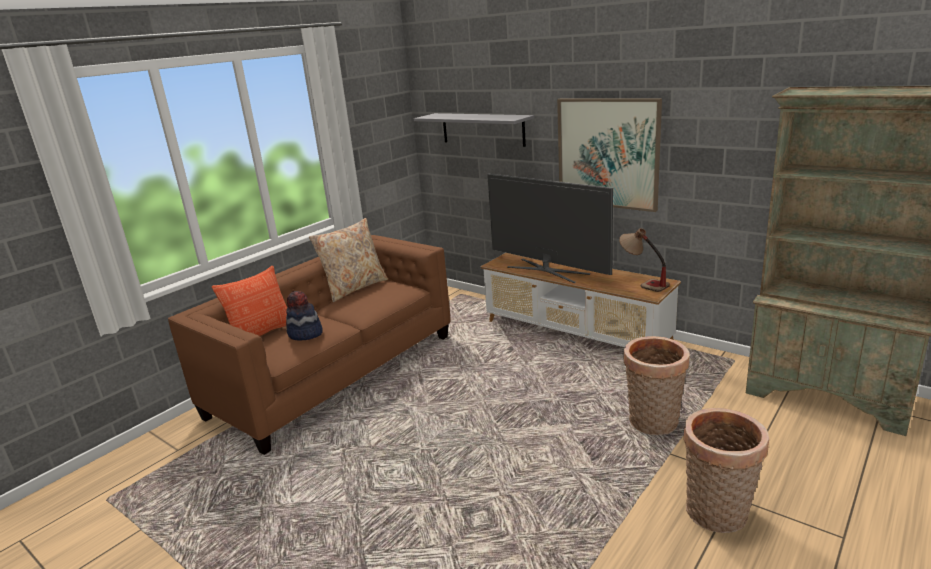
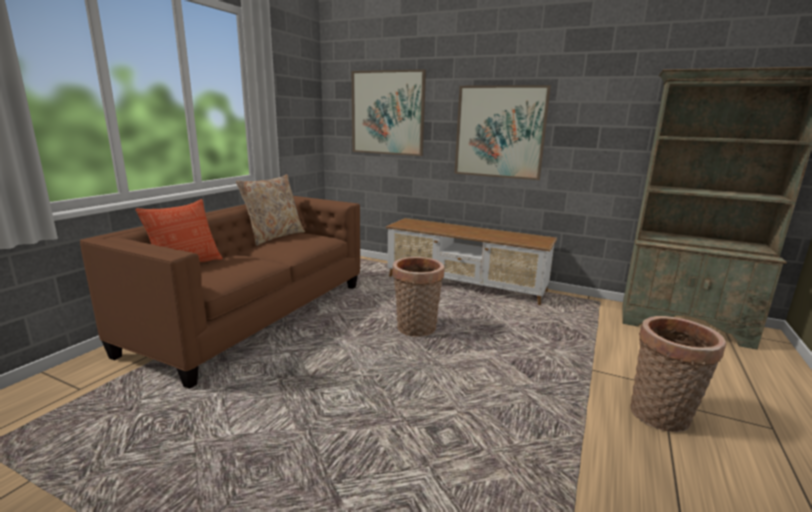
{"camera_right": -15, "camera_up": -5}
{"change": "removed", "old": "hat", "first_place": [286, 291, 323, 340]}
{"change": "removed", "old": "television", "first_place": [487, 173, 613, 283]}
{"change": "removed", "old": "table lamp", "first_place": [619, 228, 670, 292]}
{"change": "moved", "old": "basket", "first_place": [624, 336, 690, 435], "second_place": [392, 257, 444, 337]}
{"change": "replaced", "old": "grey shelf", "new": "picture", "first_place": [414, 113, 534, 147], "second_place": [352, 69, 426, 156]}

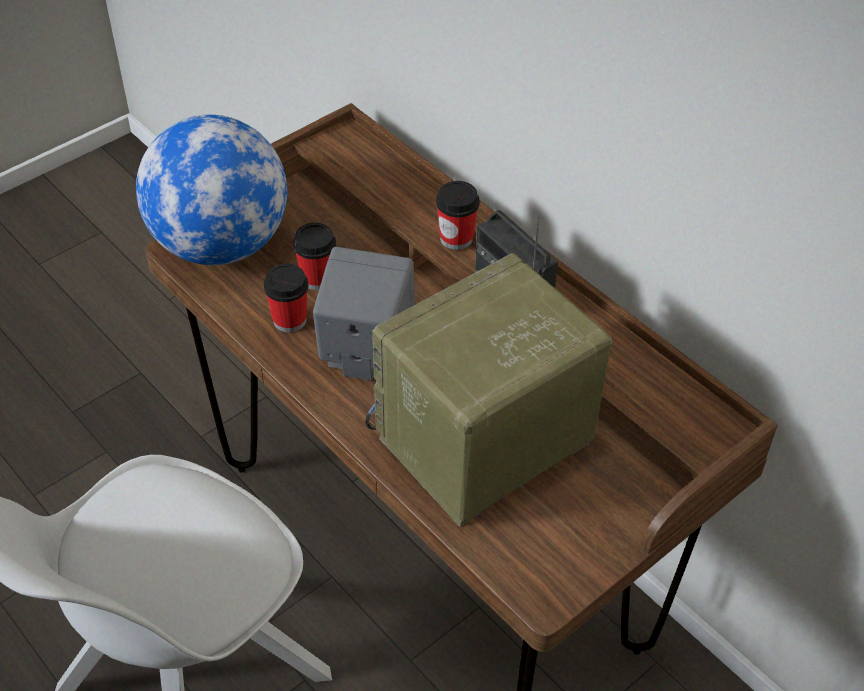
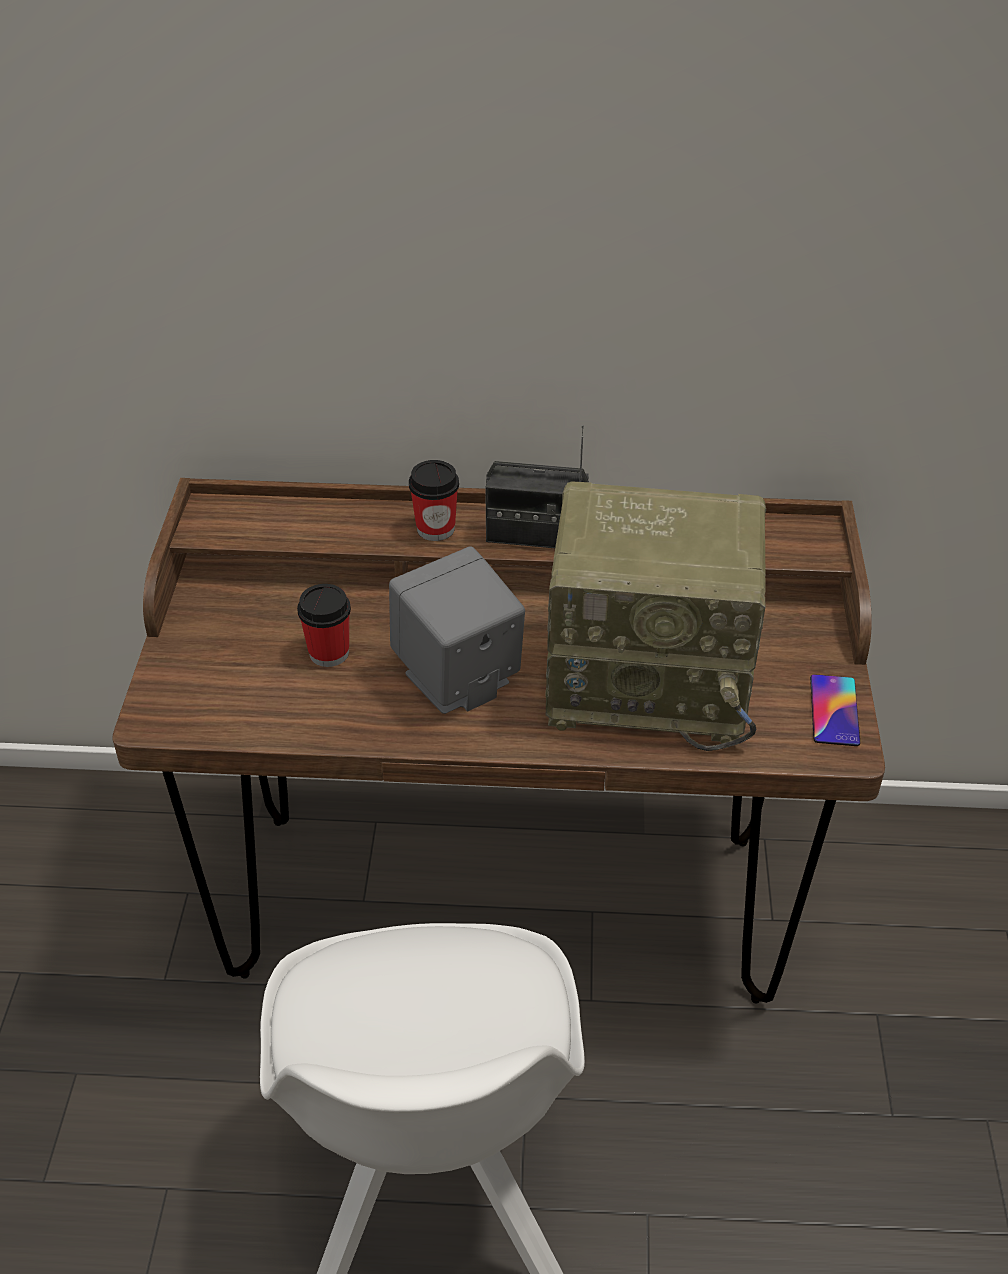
{"camera_right": -45, "camera_up": -5}
{"change": "removed", "old": "globe", "first_place": [136, 115, 287, 265]}
{"change": "removed", "old": "cup", "first_place": [264, 264, 309, 333]}
{"change": "added", "new": "phone", "second_place": [810, 674, 860, 746]}
{"change": "turned", "old": "radio", "first_place": [365, 253, 612, 527], "second_place": [546, 481, 766, 751], "degrees": -90}

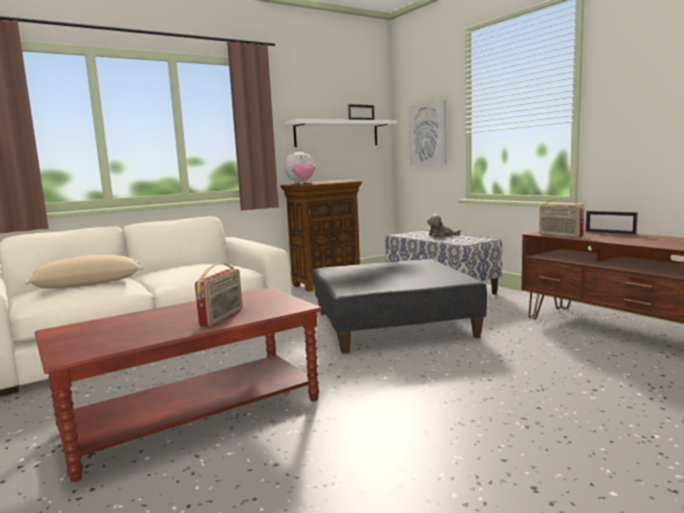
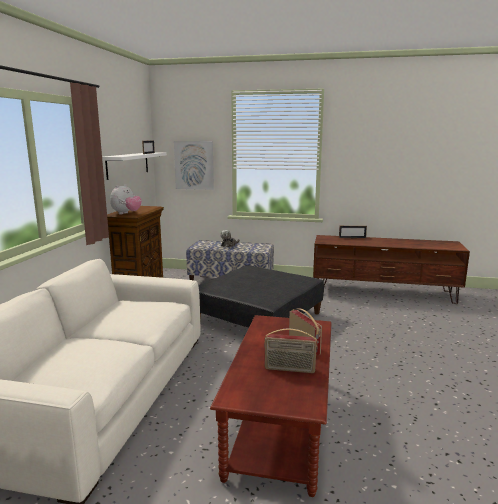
{"camera_right": -45, "camera_up": 5}
{"change": "removed", "old": "beige pillow", "first_place": [24, 255, 143, 288]}
{"change": "moved", "old": "radio", "first_place": [539, 199, 584, 238], "second_place": [264, 329, 317, 373]}

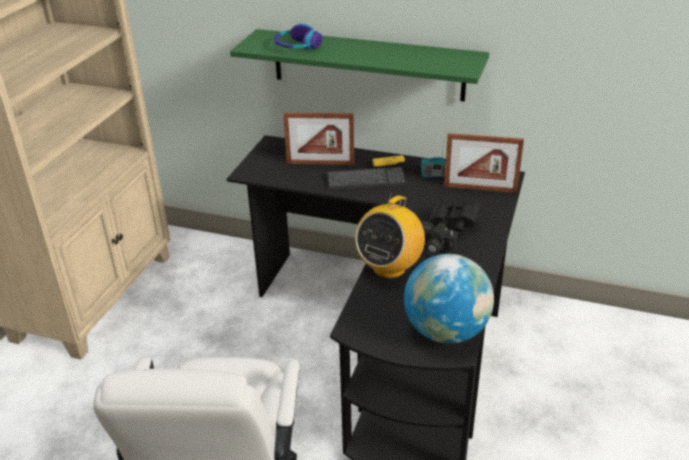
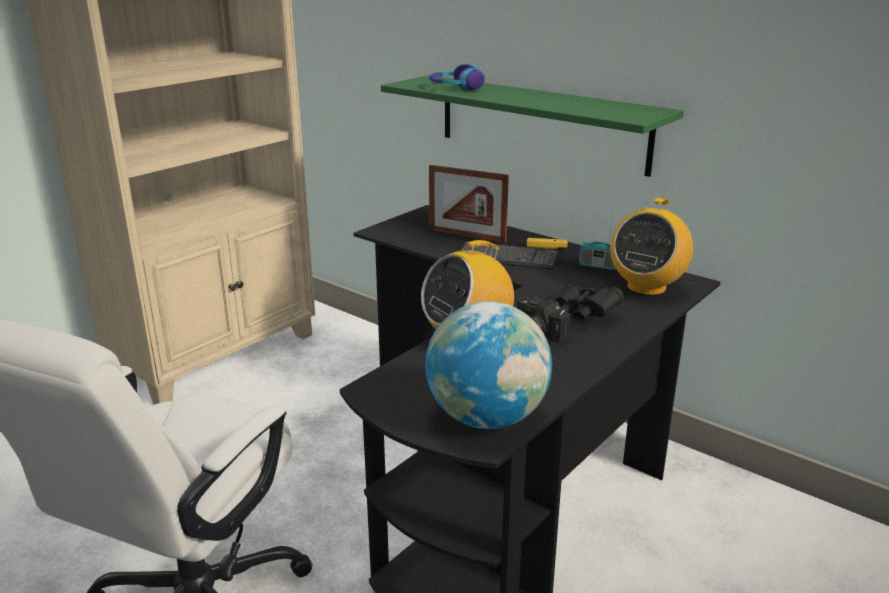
{"camera_right": 20, "camera_up": -10}
{"change": "replaced", "old": "picture frame", "new": "radio", "first_place": [444, 133, 524, 193], "second_place": [610, 198, 693, 296]}

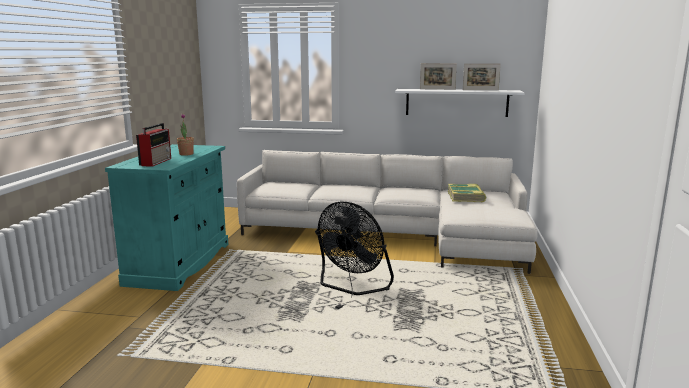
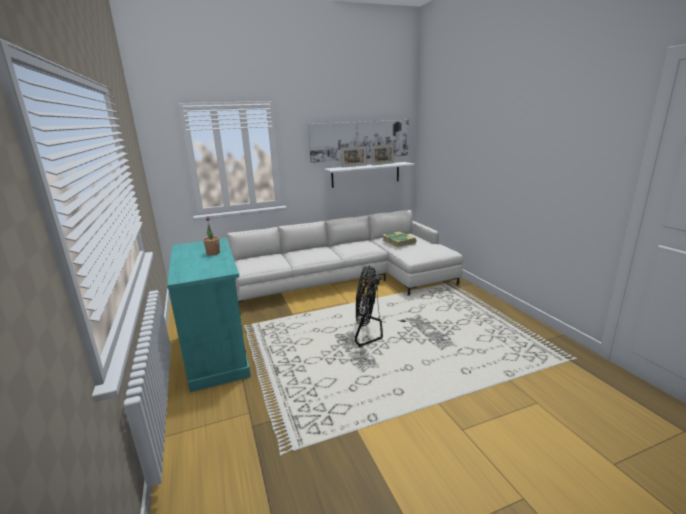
{"camera_right": -30, "camera_up": 5}
{"change": "removed", "old": "radio", "first_place": [136, 123, 171, 167]}
{"change": "added", "new": "picture", "second_place": [308, 120, 409, 163]}
{"change": "turned", "old": "black fan", "first_place": [315, 202, 394, 309], "second_place": [355, 266, 407, 347], "degrees": -90}

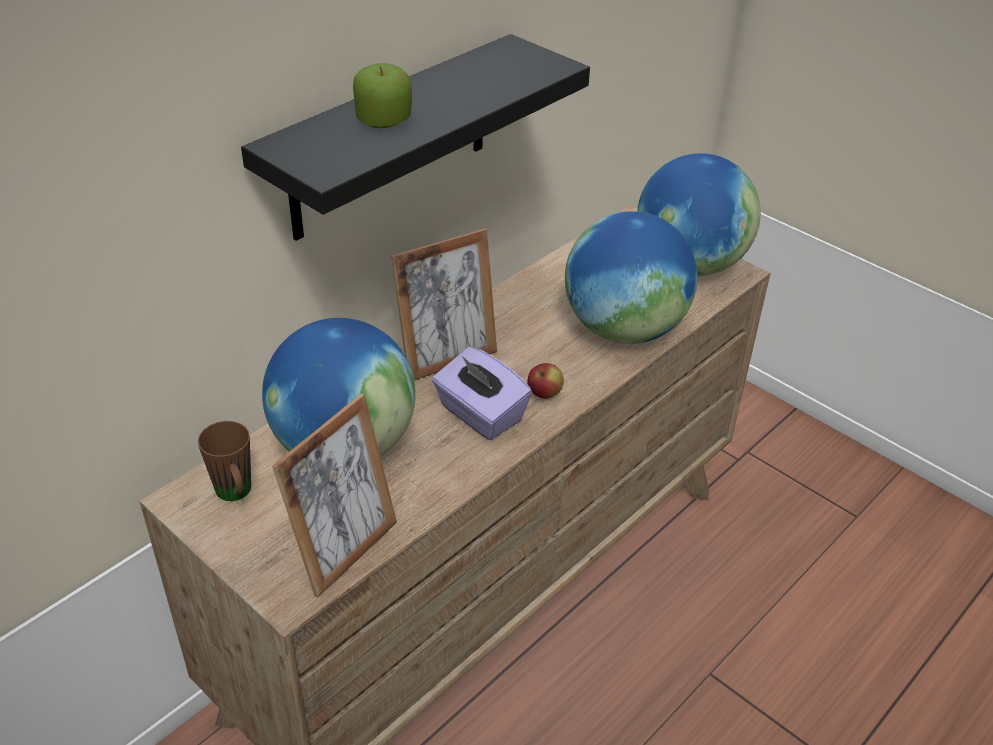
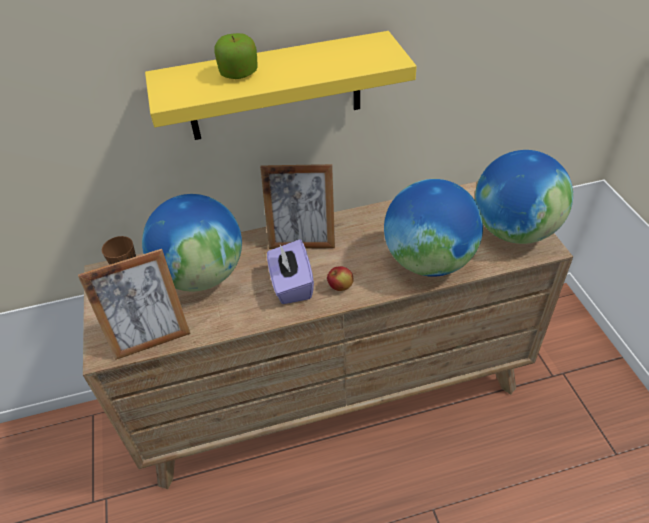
{"camera_right": 35, "camera_up": 5}
{"change": "recoloured", "old": "black shelf", "new": "yellow shelf", "first_place": [241, 34, 590, 241], "second_place": [145, 31, 417, 140]}

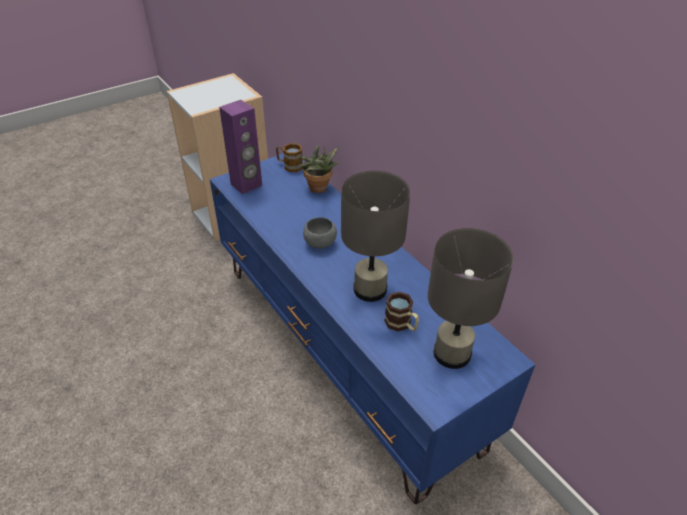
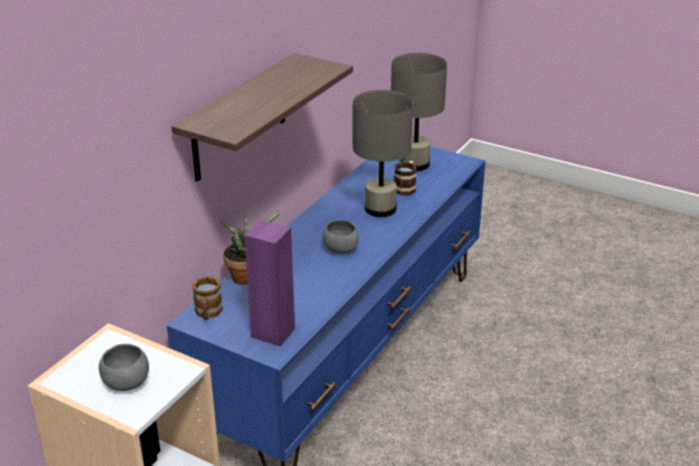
{"camera_right": -115, "camera_up": -10}
{"change": "added", "new": "grey bowl", "second_place": [99, 344, 149, 391]}
{"change": "added", "new": "shelf", "second_place": [172, 53, 353, 181]}

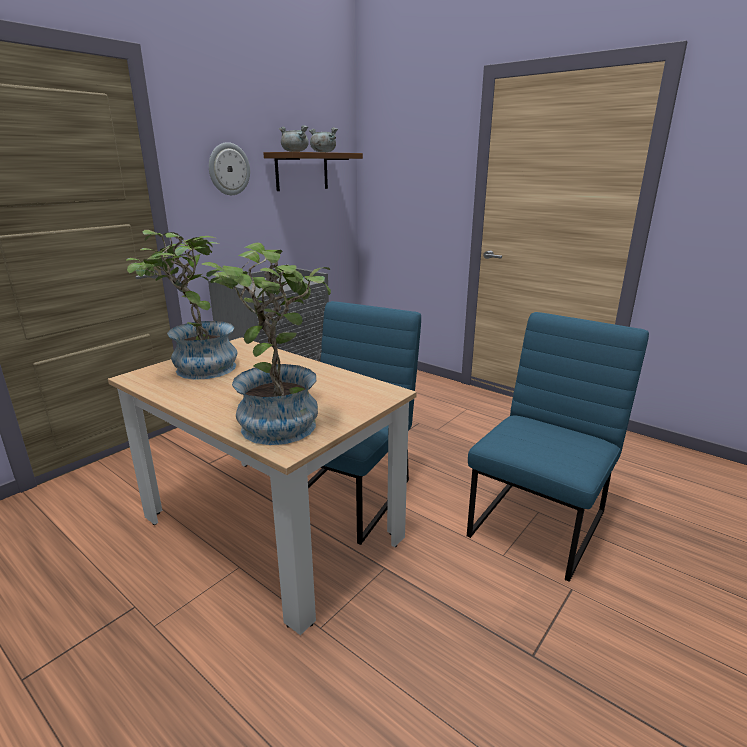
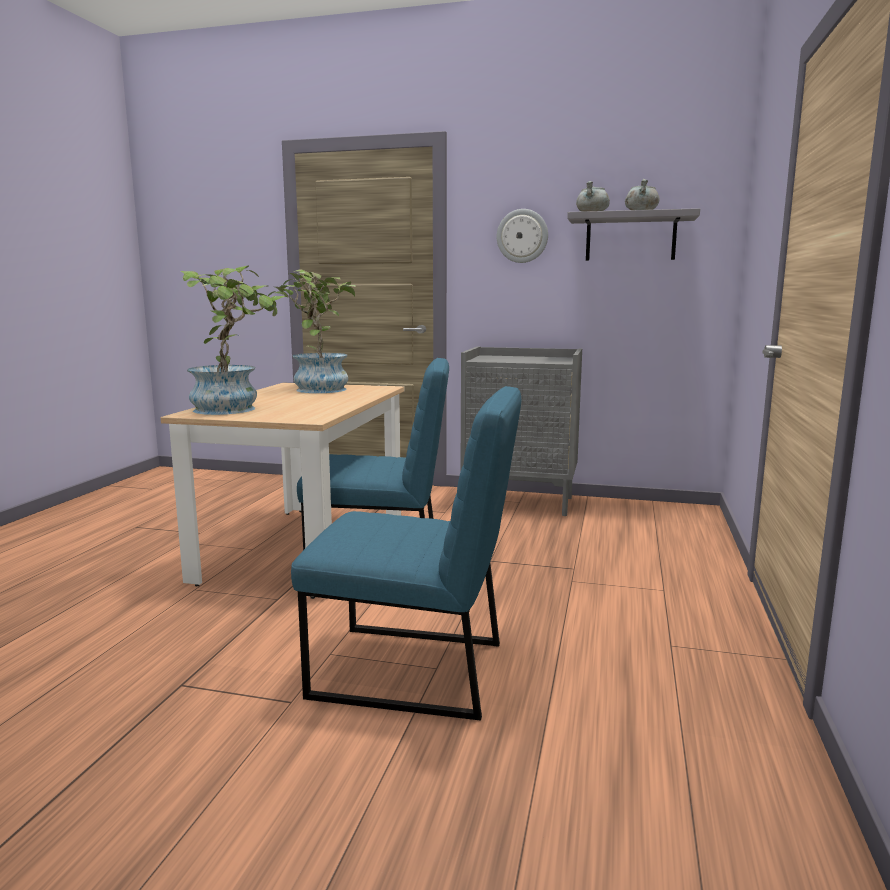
{"camera_right": 65, "camera_up": -10}
{"change": "recoloured", "old": "brown shelf", "new": "grey shelf", "first_place": [263, 152, 363, 191], "second_place": [567, 208, 700, 261]}

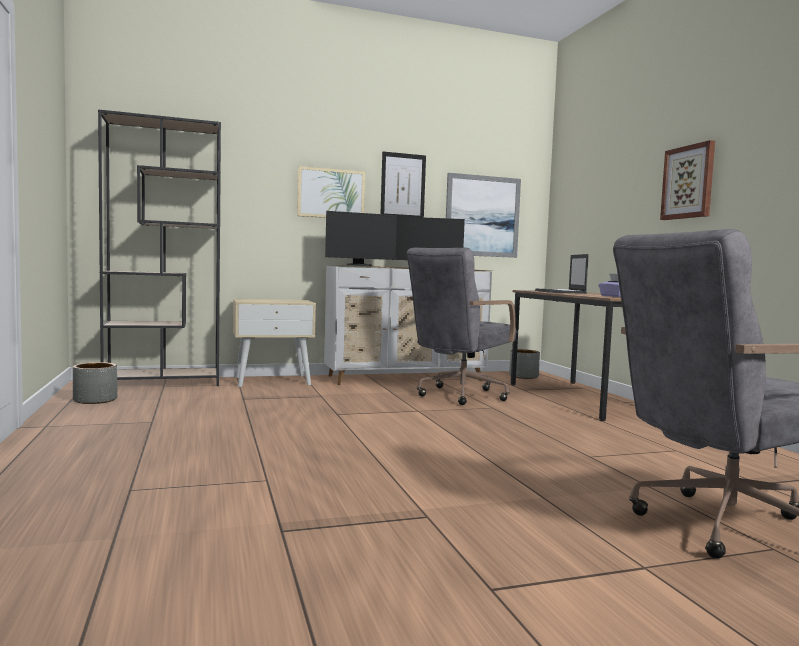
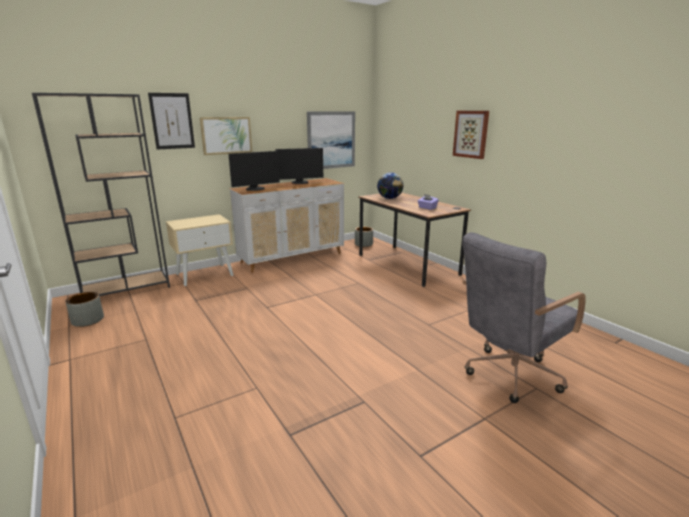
{"camera_right": -15, "camera_up": 15}
{"change": "removed", "old": "grey office chair", "first_place": [407, 248, 516, 405]}
{"change": "moved", "old": "picture", "first_place": [380, 151, 426, 218], "second_place": [148, 93, 195, 149]}
{"change": "replaced", "old": "laptop", "new": "globe", "first_place": [535, 254, 589, 294], "second_place": [377, 172, 403, 199]}

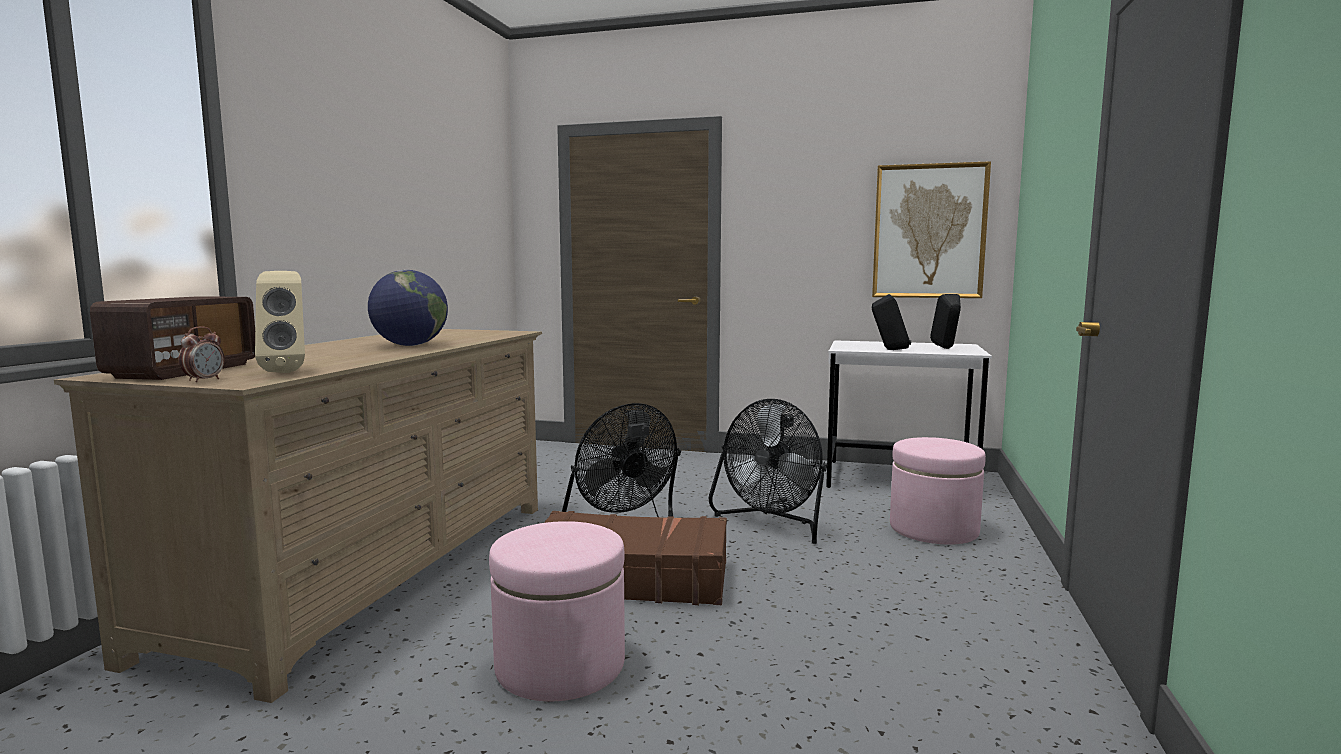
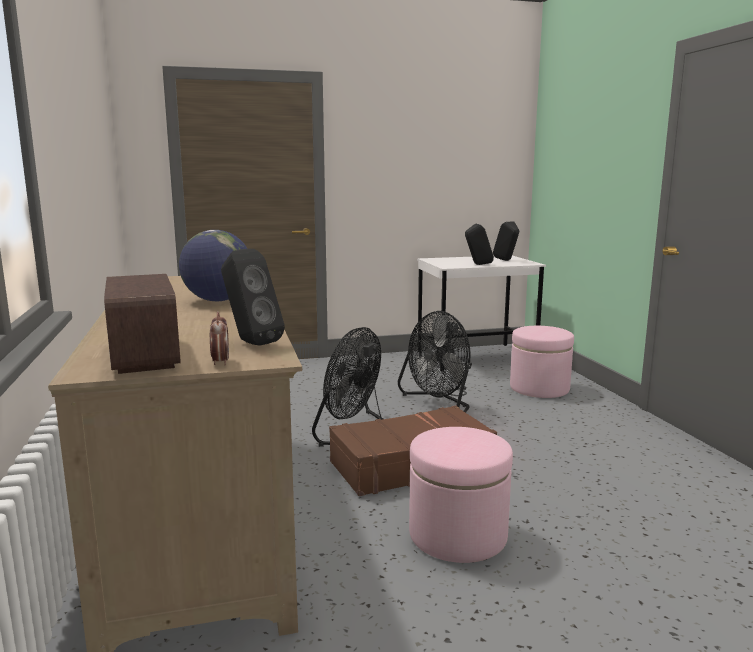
{"camera_right": -30, "camera_up": 5}
{"change": "removed", "old": "picture", "first_place": [872, 161, 991, 298]}
{"change": "recoloured", "old": "beige speaker", "new": "black speaker", "first_place": [255, 271, 305, 373], "second_place": [221, 249, 285, 346]}
{"change": "turned", "old": "black fan", "first_place": [709, 399, 828, 544], "second_place": [398, 311, 472, 413], "degrees": 45}

